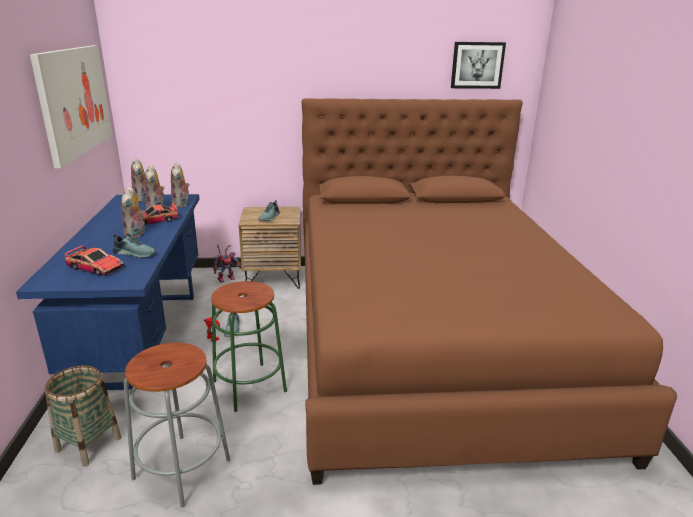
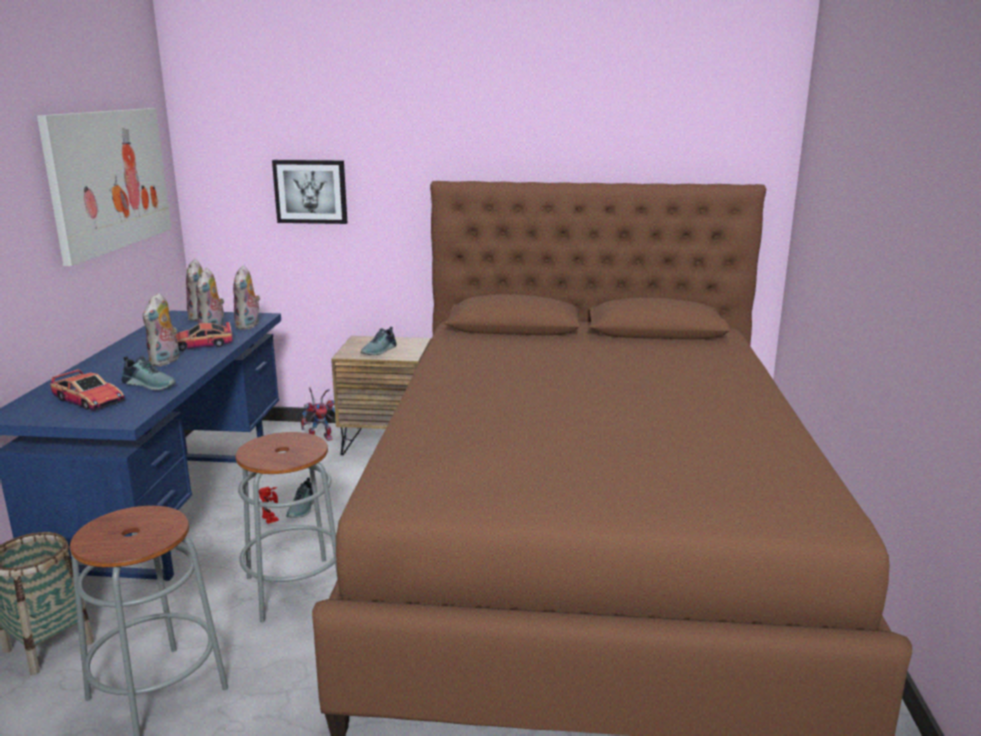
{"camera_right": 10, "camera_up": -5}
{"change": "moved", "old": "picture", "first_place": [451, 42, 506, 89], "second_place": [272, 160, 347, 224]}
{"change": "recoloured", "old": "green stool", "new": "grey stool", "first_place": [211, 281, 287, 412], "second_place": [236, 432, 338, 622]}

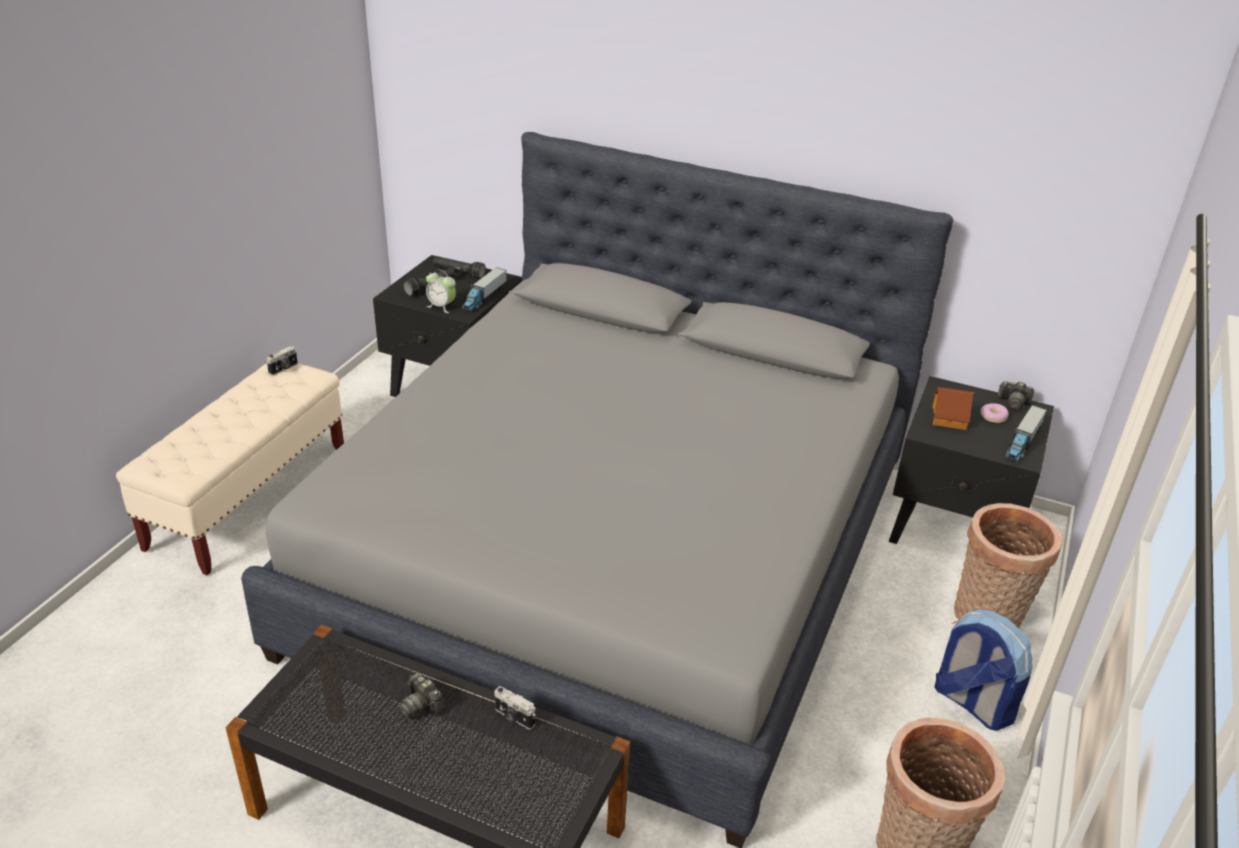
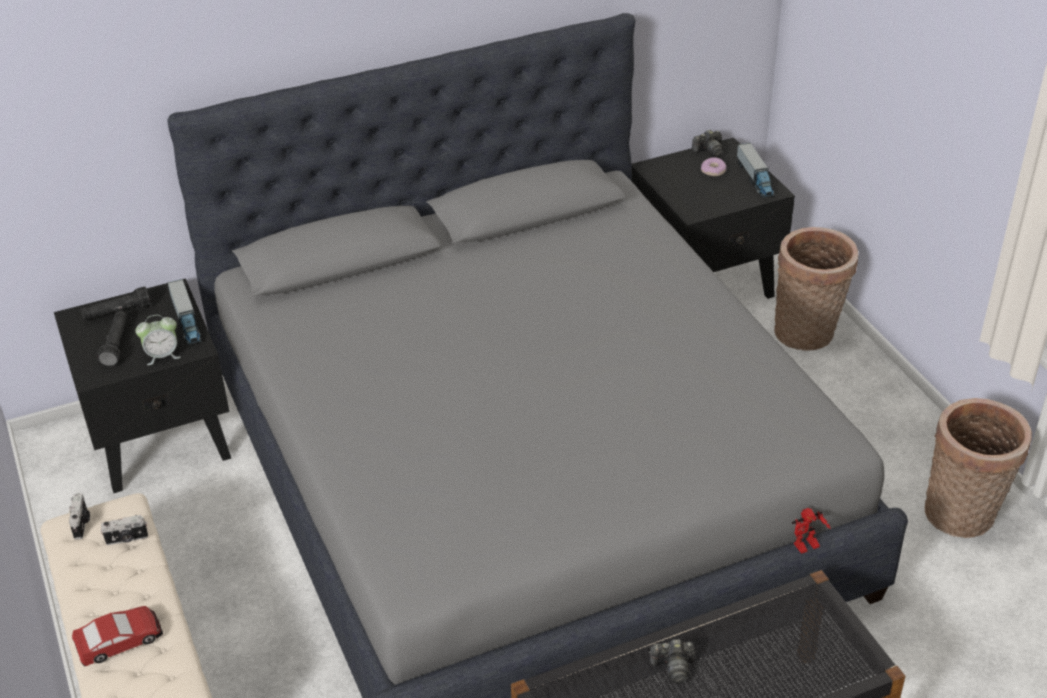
{"camera_right": -45, "camera_up": 5}
{"change": "removed", "old": "toy house", "first_place": [932, 387, 974, 430]}
{"change": "removed", "old": "backpack", "first_place": [934, 609, 1033, 731]}
{"change": "added", "new": "toy car", "second_place": [72, 606, 163, 666]}
{"change": "added", "new": "toy robot", "second_place": [792, 508, 831, 554]}
{"change": "moved", "old": "photo camera", "first_place": [494, 686, 536, 730], "second_place": [101, 515, 148, 545]}

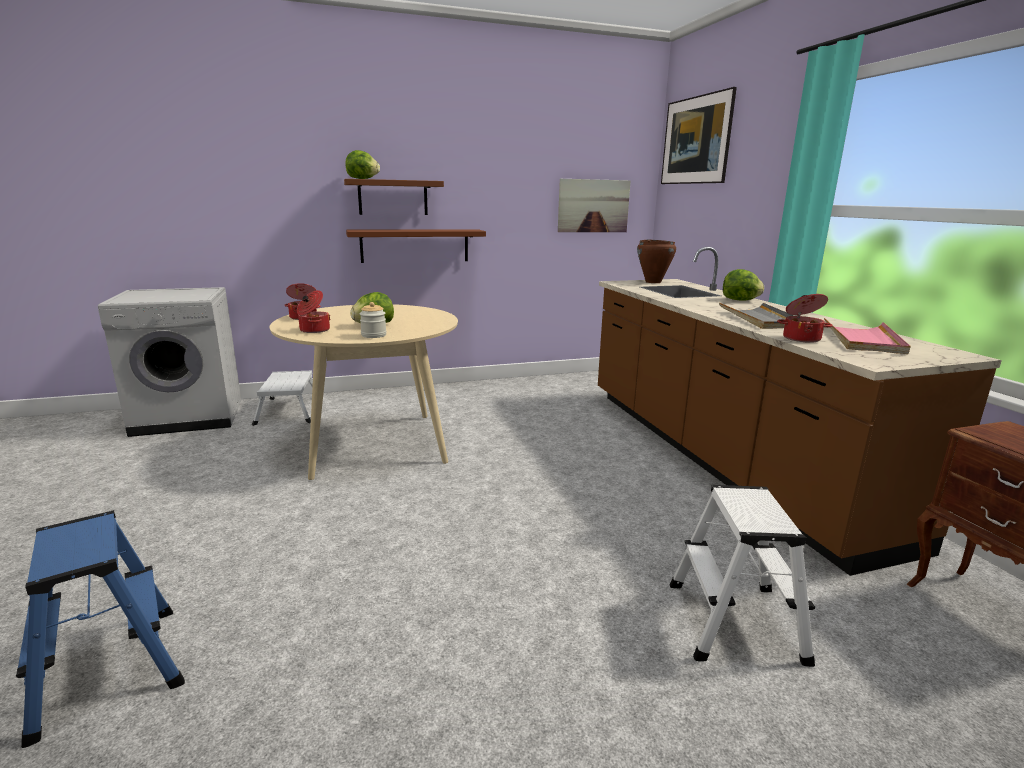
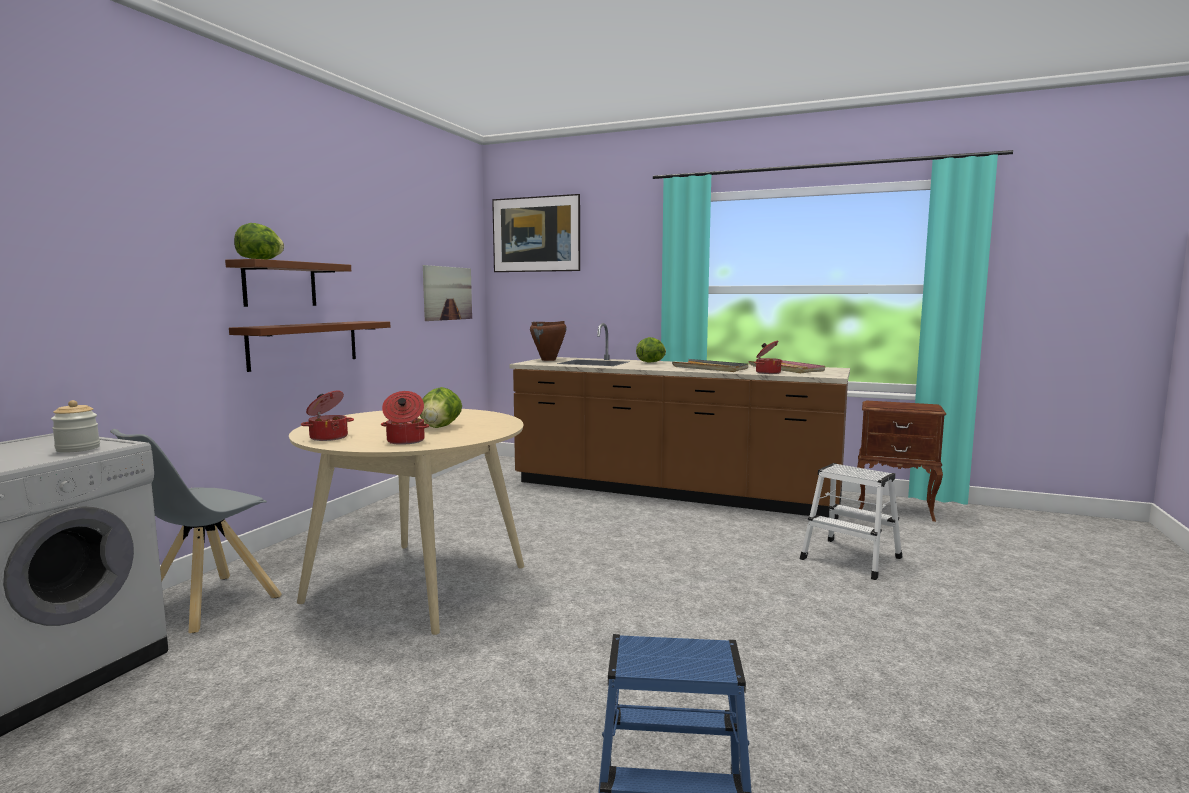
{"camera_right": -50, "camera_up": -10}
{"change": "moved", "old": "jar", "first_place": [360, 302, 387, 338], "second_place": [51, 400, 100, 453]}
{"change": "replaced", "old": "white step ladder", "new": "grey chair", "first_place": [252, 371, 313, 426], "second_place": [110, 429, 282, 633]}

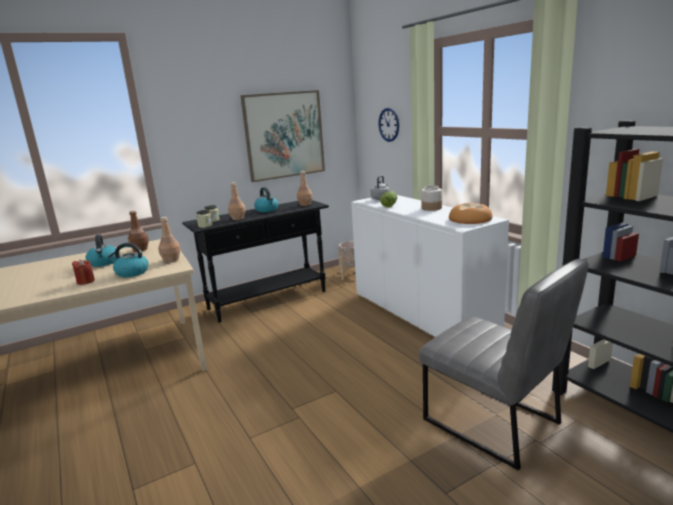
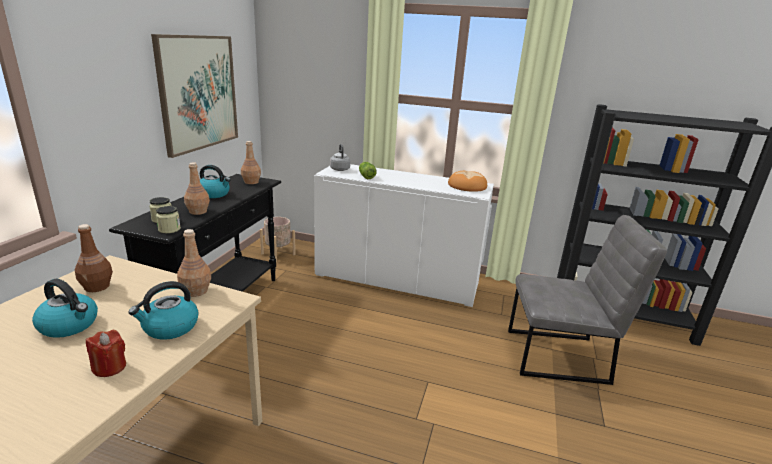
{"camera_right": -45, "camera_up": 5}
{"change": "removed", "old": "wall clock", "first_place": [378, 108, 399, 142]}
{"change": "removed", "old": "jar", "first_place": [421, 185, 442, 211]}

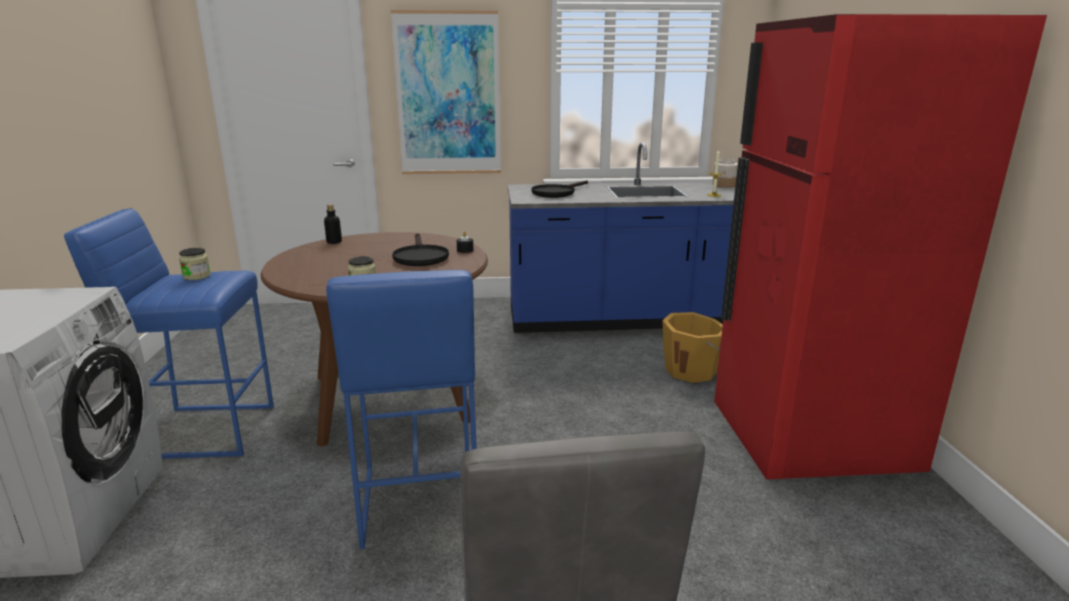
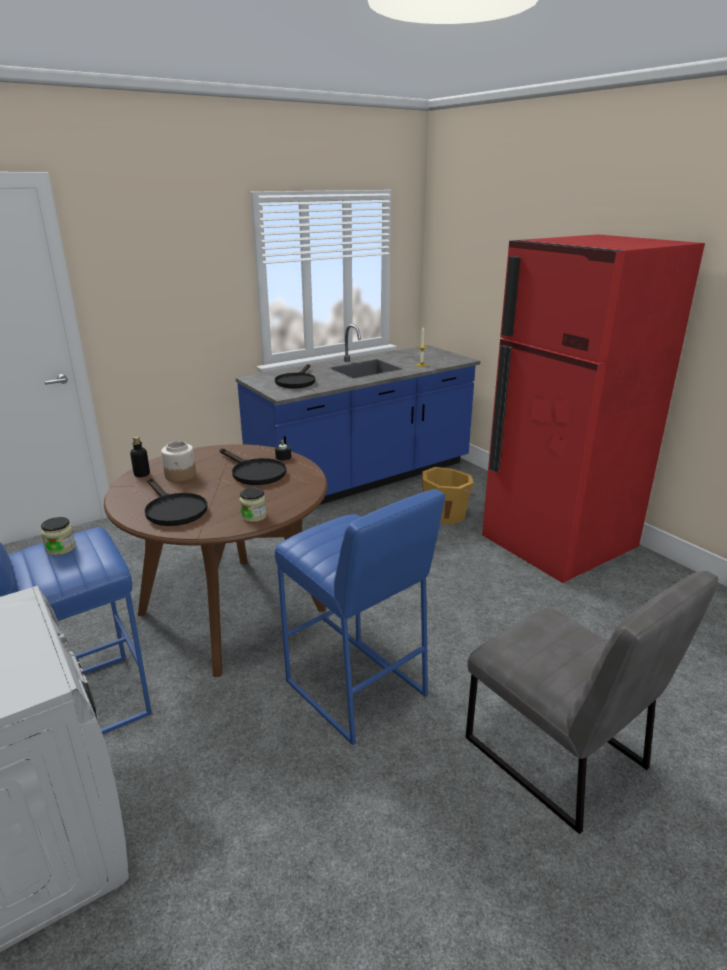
{"camera_right": -30, "camera_up": 5}
{"change": "removed", "old": "picture", "first_place": [391, 10, 501, 174]}
{"change": "added", "new": "black frying pan", "second_place": [144, 478, 208, 526]}
{"change": "moved", "old": "jar", "first_place": [713, 159, 738, 188], "second_place": [161, 441, 196, 482]}

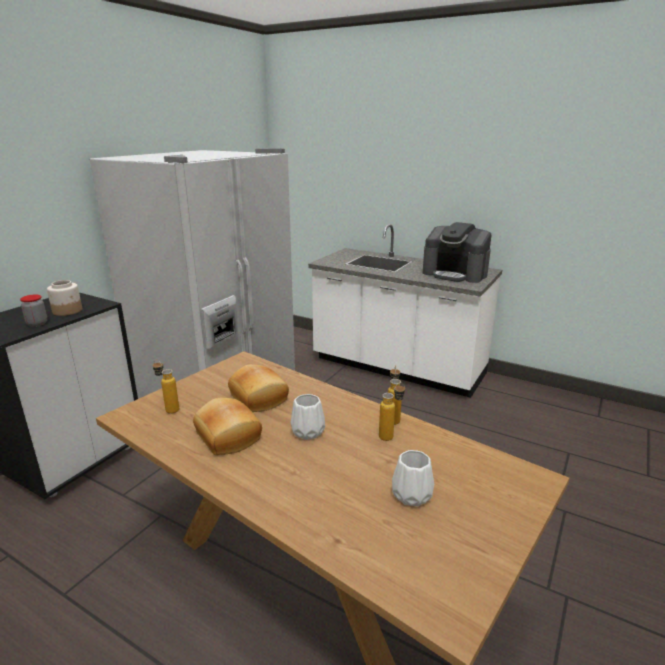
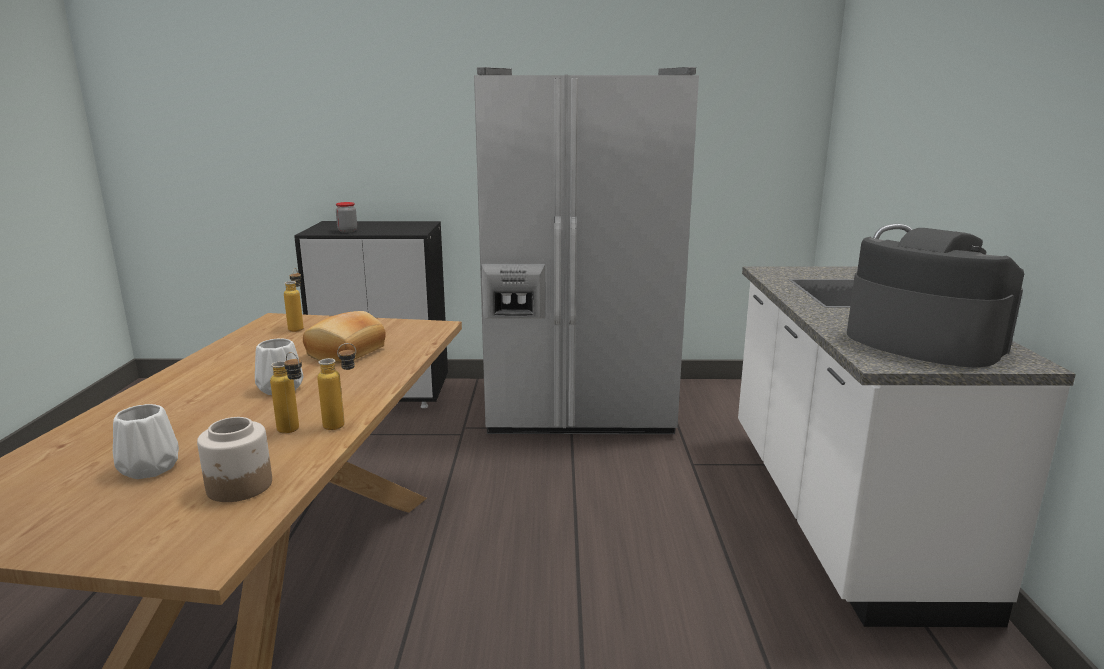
{"camera_right": 60, "camera_up": -5}
{"change": "removed", "old": "bread", "first_place": [193, 398, 262, 455]}
{"change": "moved", "old": "jar", "first_place": [47, 280, 82, 316], "second_place": [197, 417, 272, 502]}
{"change": "turned", "old": "coffee machine", "first_place": [423, 222, 491, 283], "second_place": [847, 228, 1024, 367], "degrees": 135}

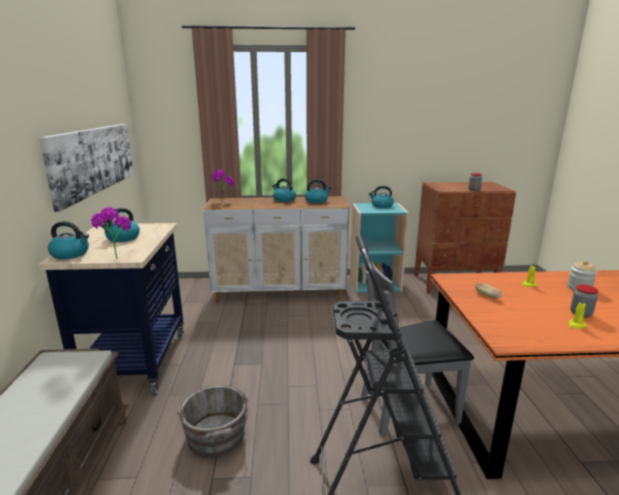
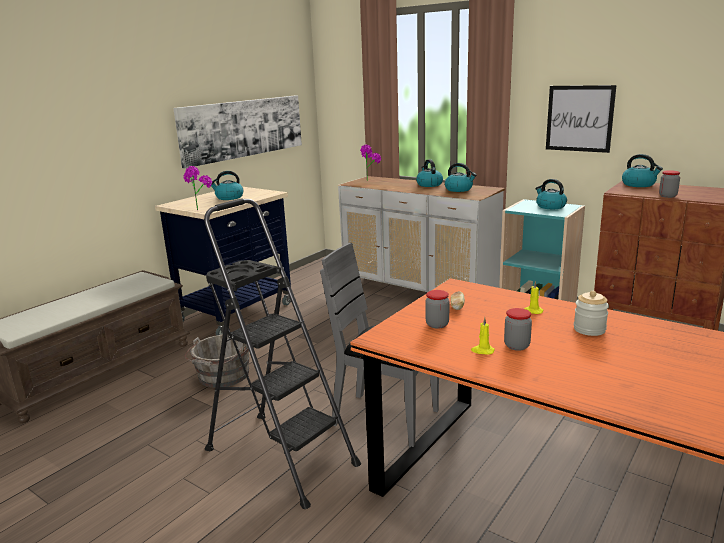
{"camera_right": 40, "camera_up": 0}
{"change": "added", "new": "jar", "second_place": [426, 290, 449, 329]}
{"change": "added", "new": "picture", "second_place": [546, 85, 616, 153]}
{"change": "moved", "old": "kettle", "first_place": [48, 221, 89, 259], "second_place": [622, 154, 663, 187]}

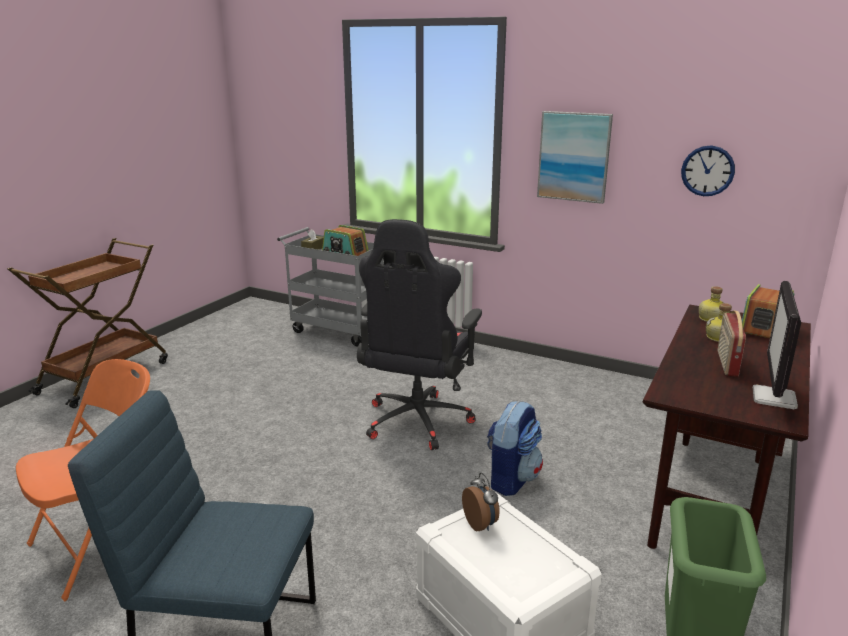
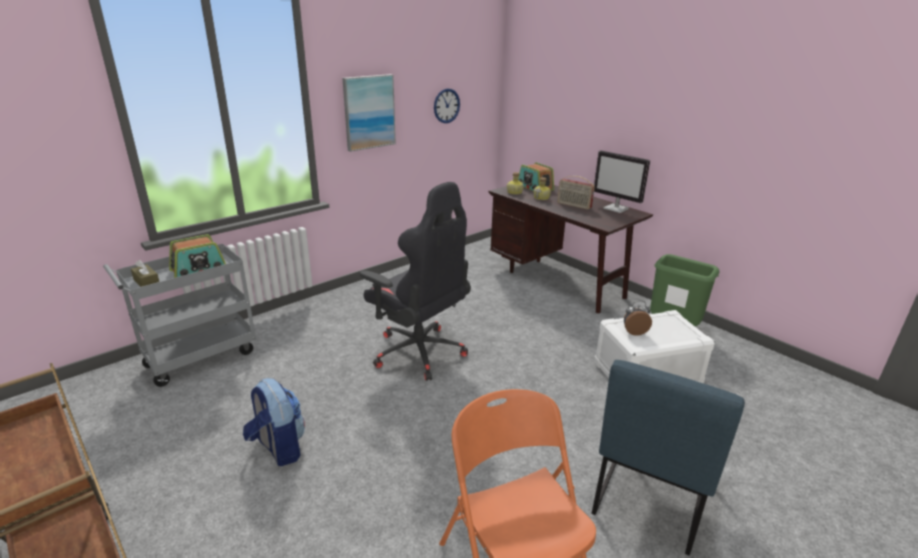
{"camera_right": -70, "camera_up": 5}
{"change": "moved", "old": "backpack", "first_place": [487, 401, 543, 496], "second_place": [243, 378, 305, 466]}

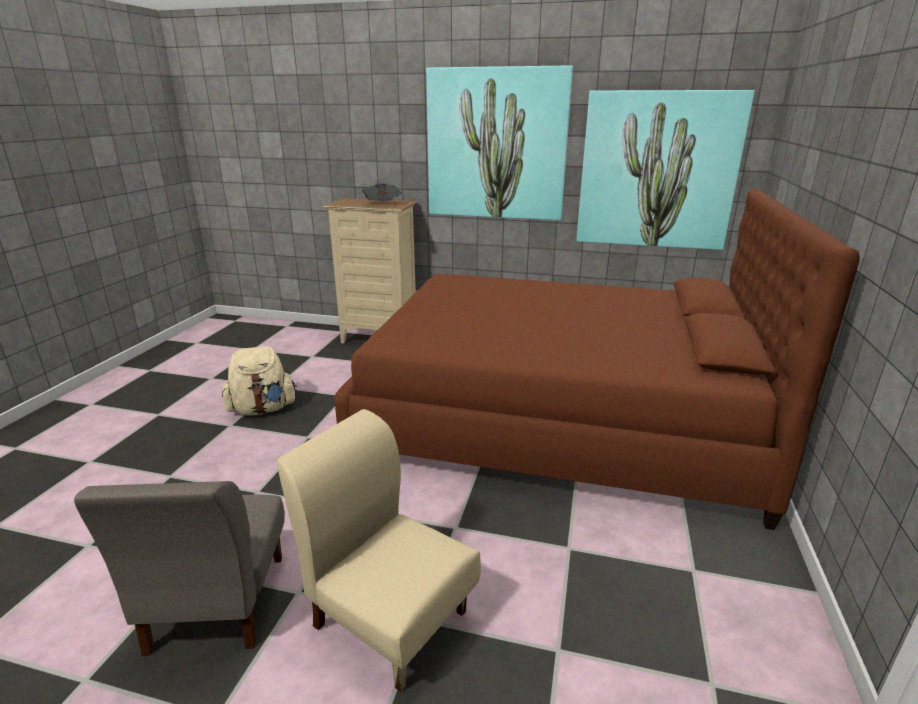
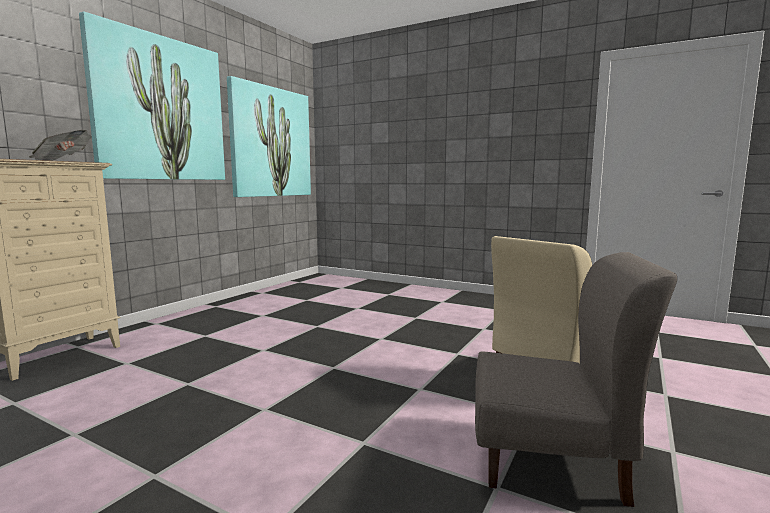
{"camera_right": -75, "camera_up": -15}
{"change": "removed", "old": "beige backpack", "first_place": [222, 346, 297, 415]}
{"change": "removed", "old": "brown bed", "first_place": [334, 189, 860, 530]}

